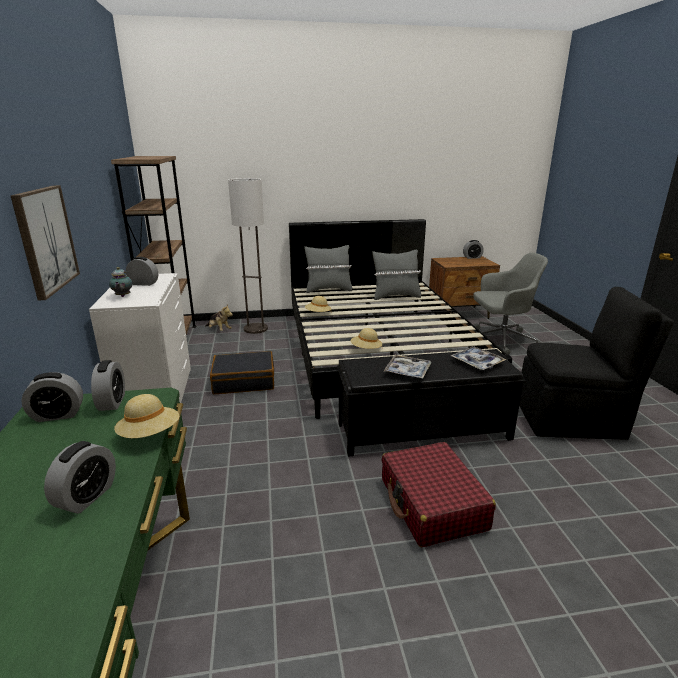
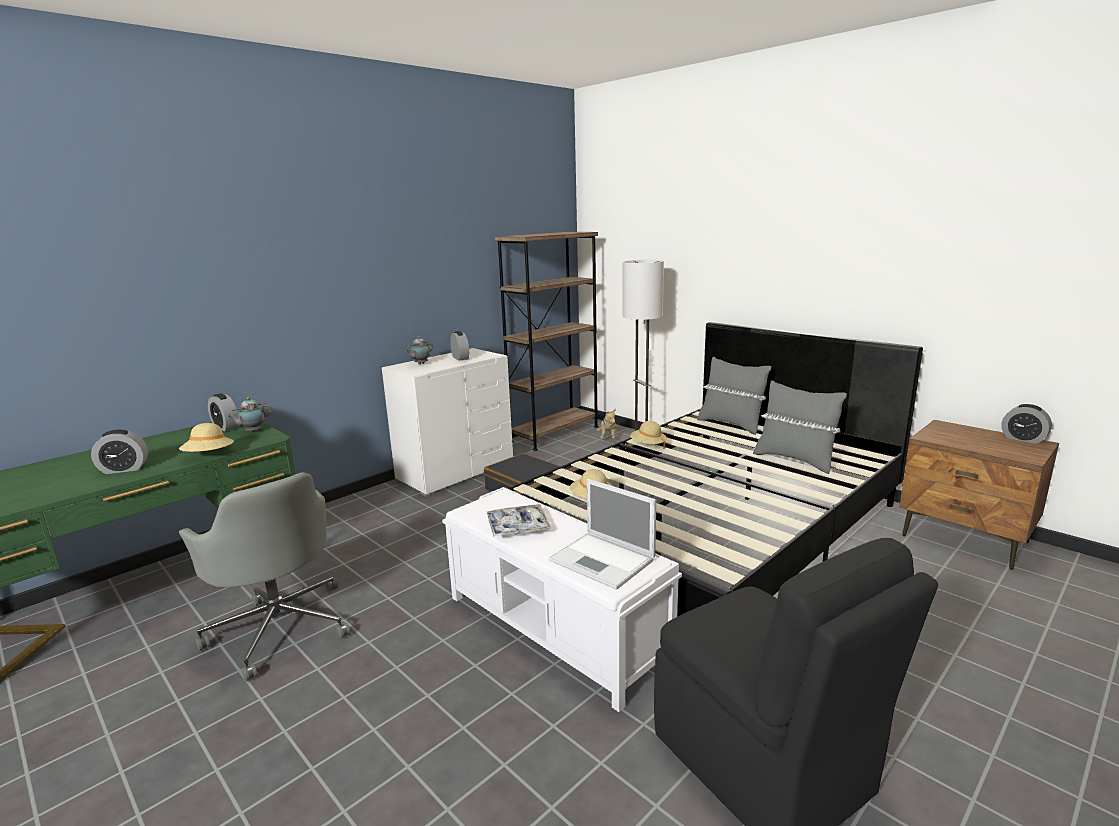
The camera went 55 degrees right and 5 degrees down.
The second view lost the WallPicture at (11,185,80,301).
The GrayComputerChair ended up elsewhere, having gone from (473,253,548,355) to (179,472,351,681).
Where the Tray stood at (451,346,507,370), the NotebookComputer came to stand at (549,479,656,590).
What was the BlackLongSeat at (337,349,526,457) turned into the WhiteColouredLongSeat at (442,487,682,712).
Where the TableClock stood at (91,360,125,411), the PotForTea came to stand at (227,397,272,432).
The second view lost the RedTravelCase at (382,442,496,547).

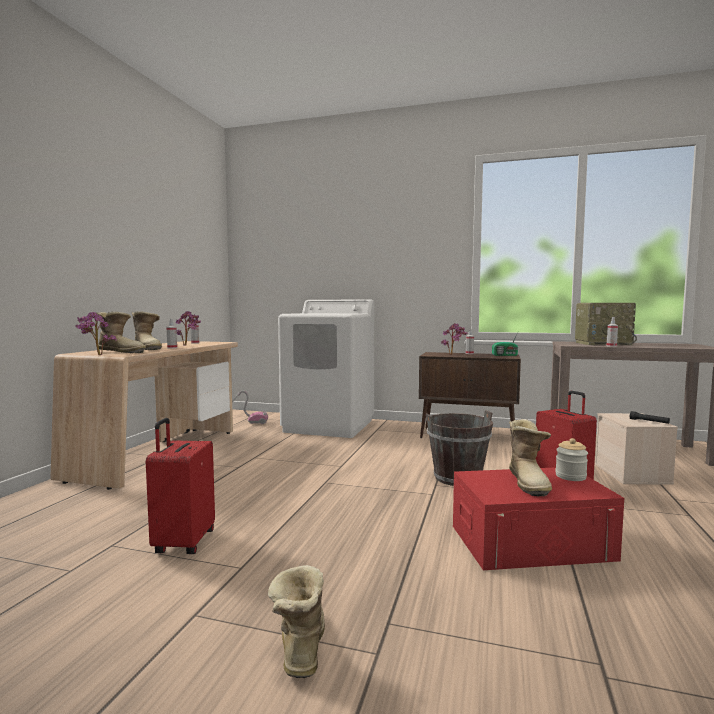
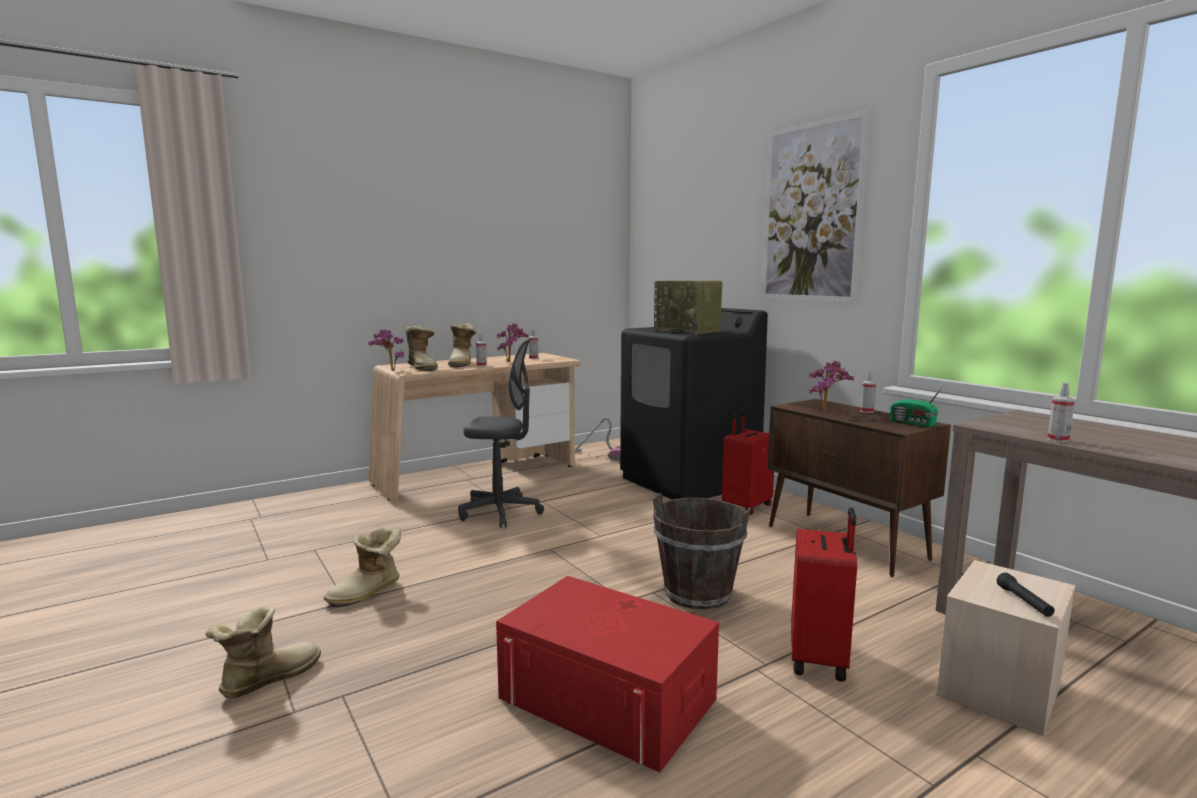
The camera went 40 degrees right and 5 degrees up.
What was the WhiteColouredLaundryMachine at (278,299,374,438) turned into the BlackLaundryMachine at (620,308,768,499).
The RadioReceiver ended up elsewhere, having gone from (575,303,637,345) to (654,280,722,335).
The RedTravelCase ended up elsewhere, having gone from (146,418,215,554) to (722,411,774,515).
The TallBoot ended up elsewhere, having gone from (509,419,552,496) to (324,527,401,607).
The second view lost the StorageJar at (555,438,588,481).
The second view gained the WallPicture at (761,110,870,303).
The second view gained the GrayComputerChair at (458,339,544,528).

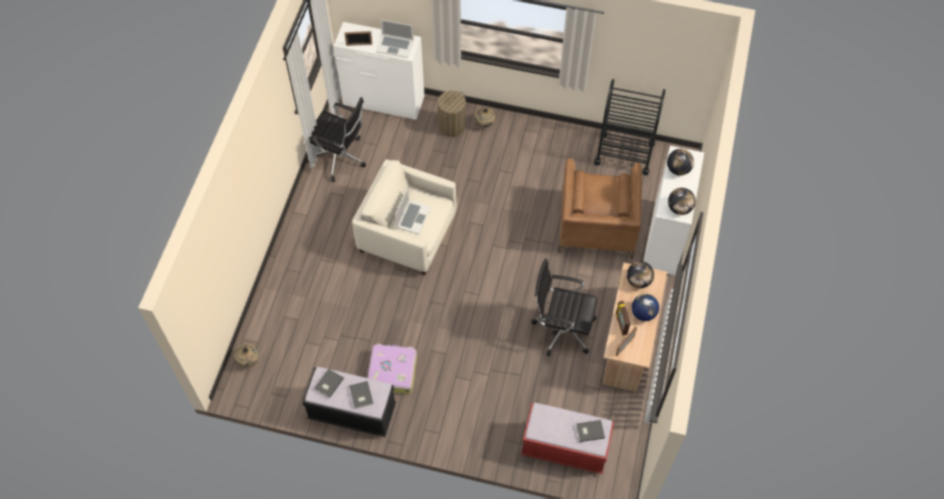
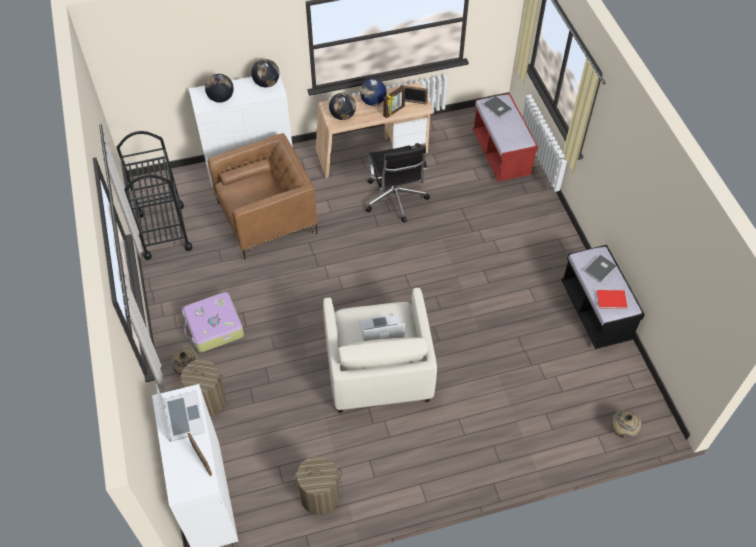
The camera went 120 degrees left and 5 degrees down.
Where the BlackComputerChair stood at (306,97,366,182), the WashingBasket came to stand at (292,456,342,515).
The TravelCase ended up elsewhere, having gone from (367,344,417,394) to (182,292,244,352).
What was the GrayBook at (314,369,344,398) turned into the RedBook at (597,290,627,309).

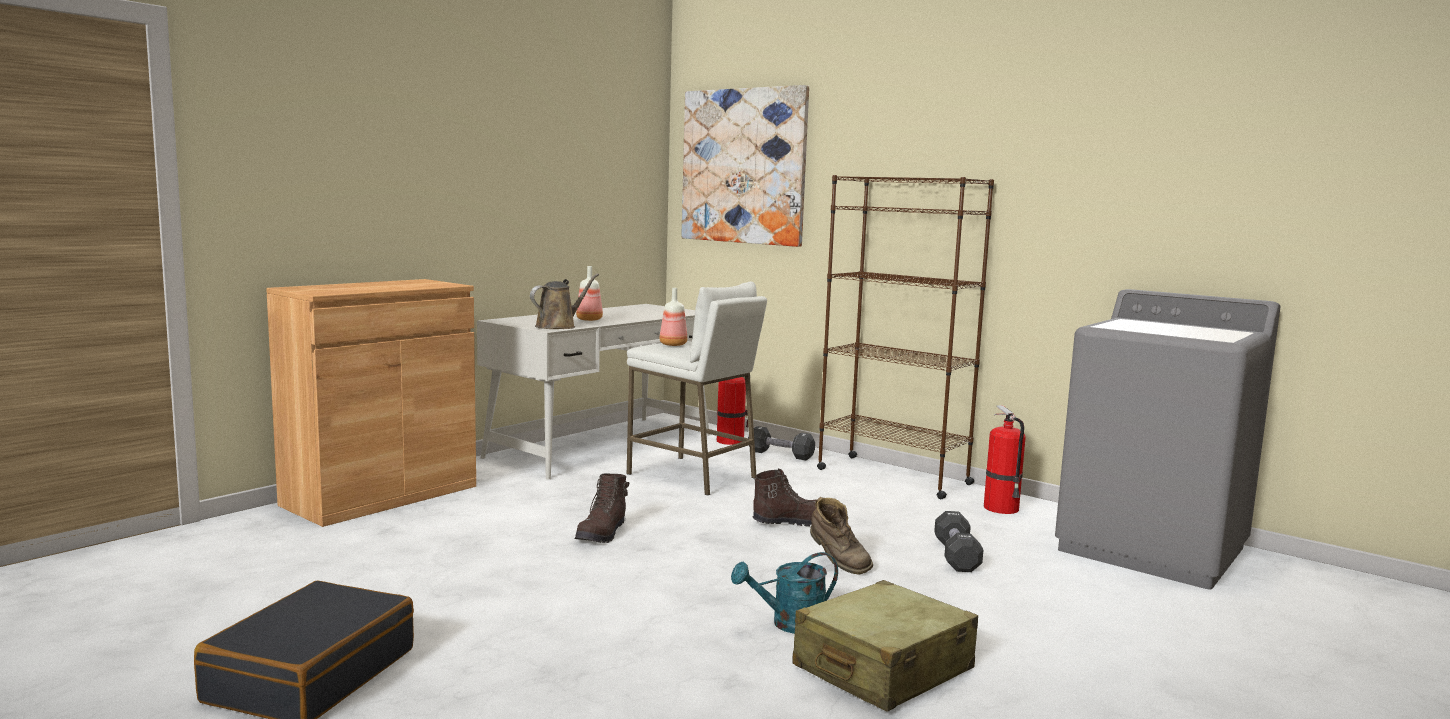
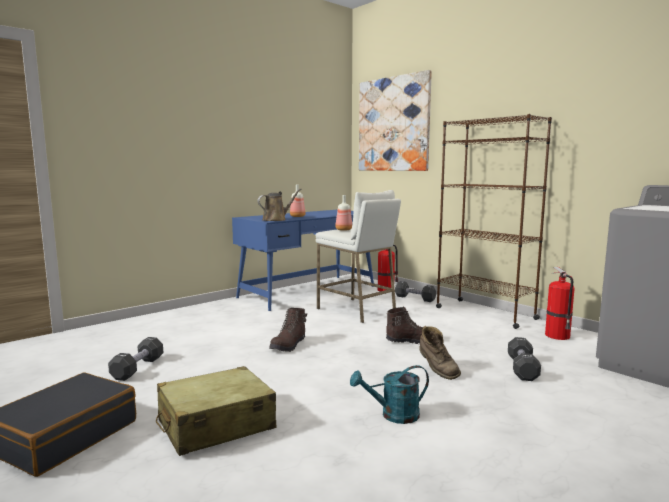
The camera went 10 degrees right and 0 degrees up.
The second view lost the BrownishStorageCabinet at (266,279,476,527).
What was the WhiteColouredDeskTable at (477,304,710,480) turned into the BluishDeskTable at (232,210,374,311).
The BeigeTravelCase ended up elsewhere, having gone from (792,580,978,712) to (156,366,276,456).
The second view gained the BlackHandWeight at (108,337,163,381).

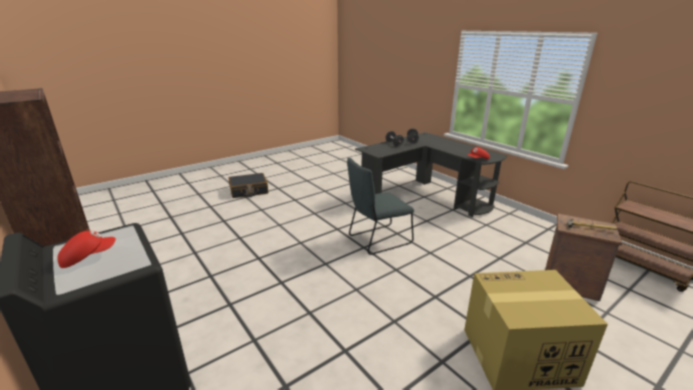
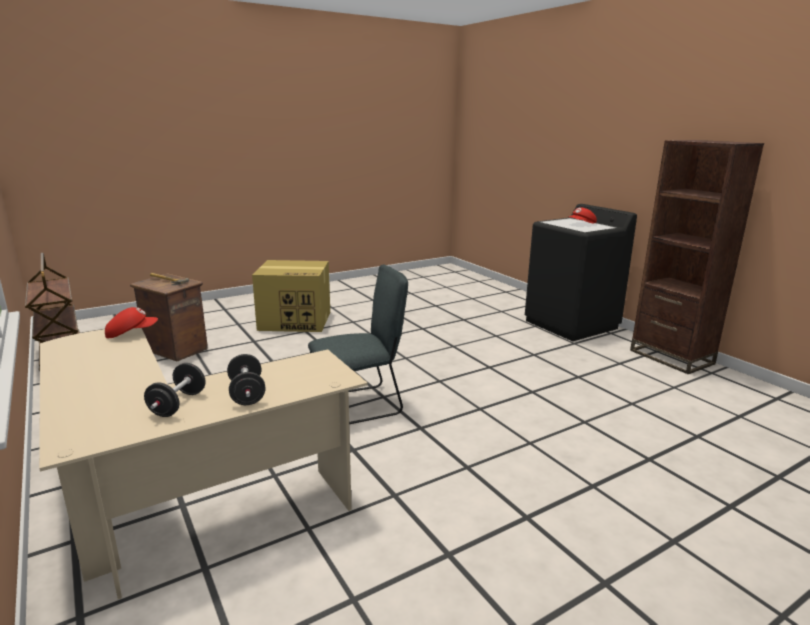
The camera went 175 degrees left and 5 degrees down.
What was the BlackDeskTable at (355,132,507,217) turned into the BeigeDeskTable at (39,328,368,599).
The second view lost the BlackTravelCase at (229,173,269,198).

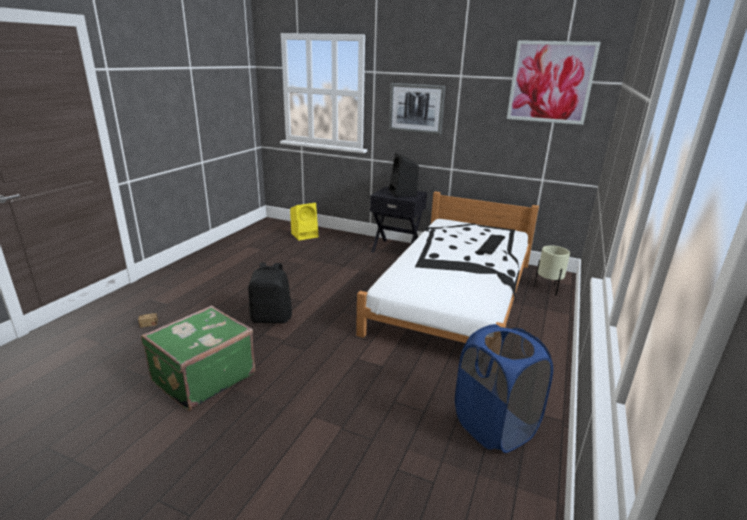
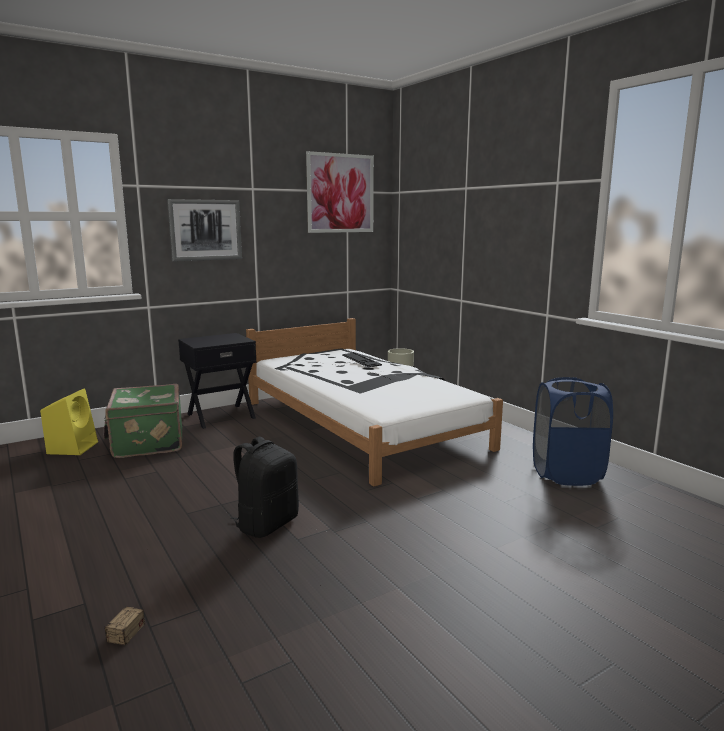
The camera went 55 degrees left and 10 degrees down.
The second view lost the BlackLoudspeaker at (389,153,419,197).
The GreenishTravelCase ended up elsewhere, having gone from (141,305,255,411) to (104,384,182,458).

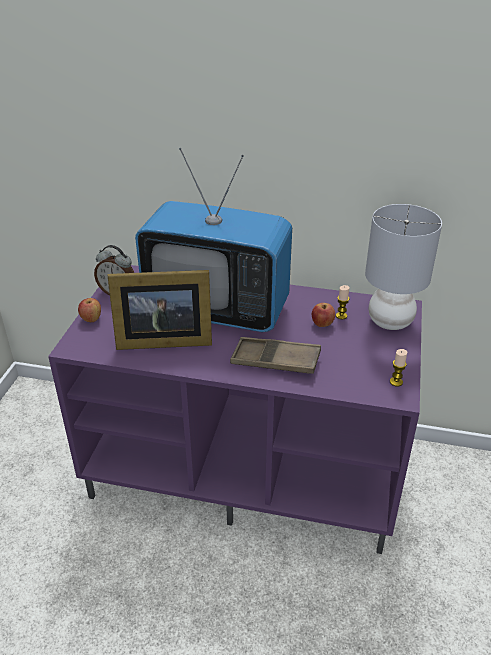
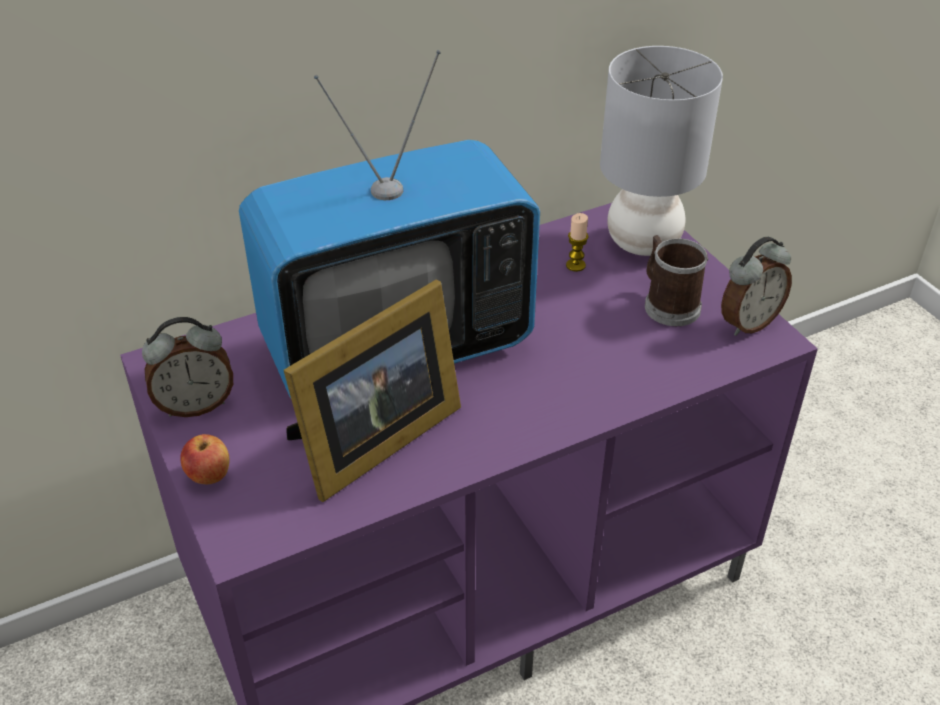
The camera went 40 degrees left and 5 degrees up.
The second view lost the AppleFruit at (312,303,335,327).
The second view lost the BrownishTray at (230,337,321,374).
Where the WaxCandle stood at (390,349,407,387), the TableClock came to stand at (721,237,792,336).
The second view gained the TeaMug at (645,235,708,326).

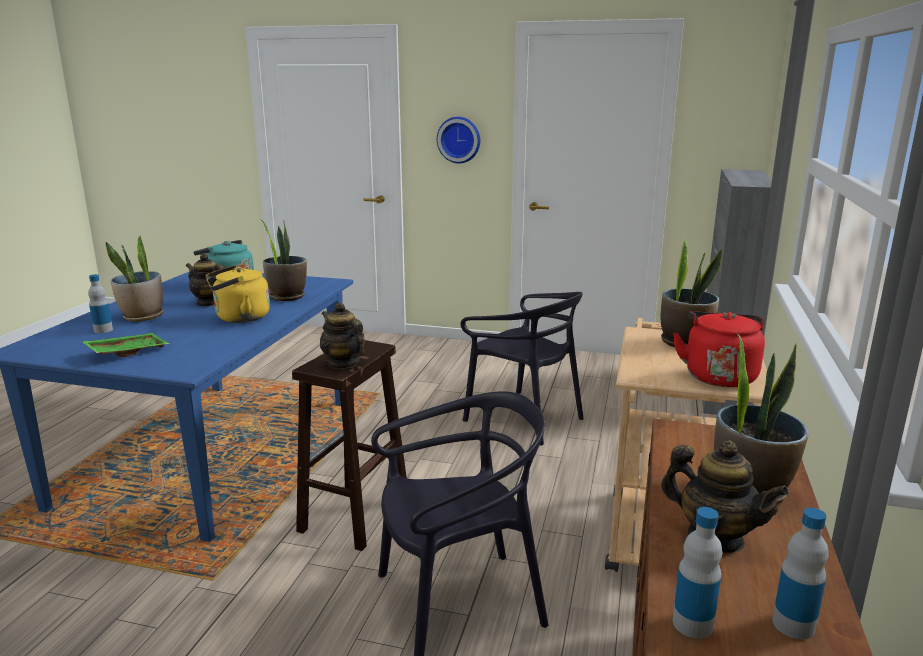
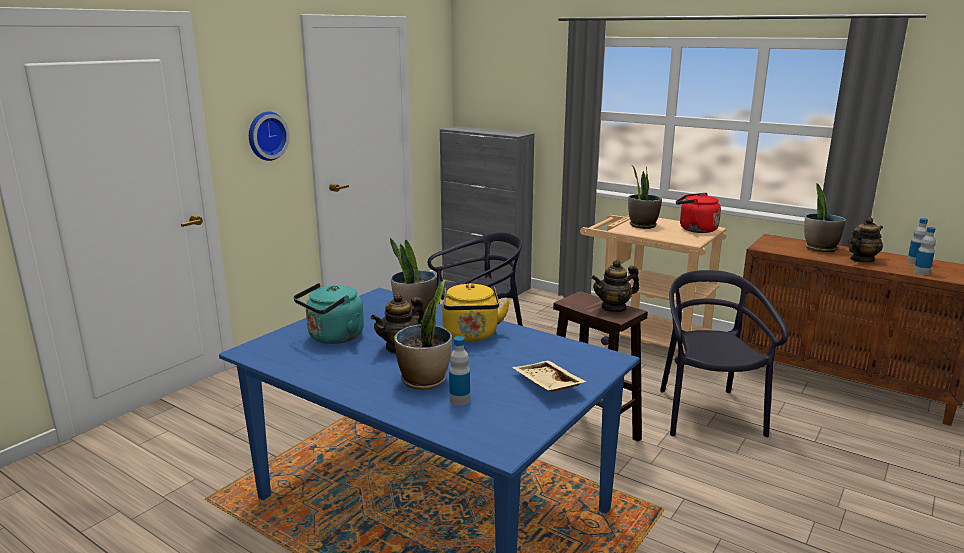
The camera went 70 degrees left and 0 degrees up.
What was the GreenishTray at (82,333,170,357) turned into the BeigeTray at (512,360,587,392).

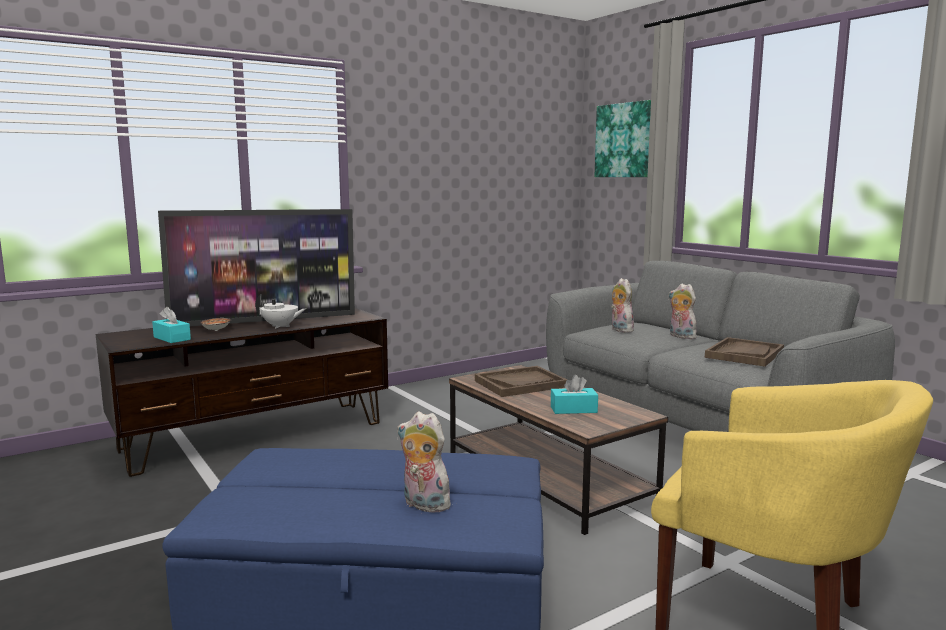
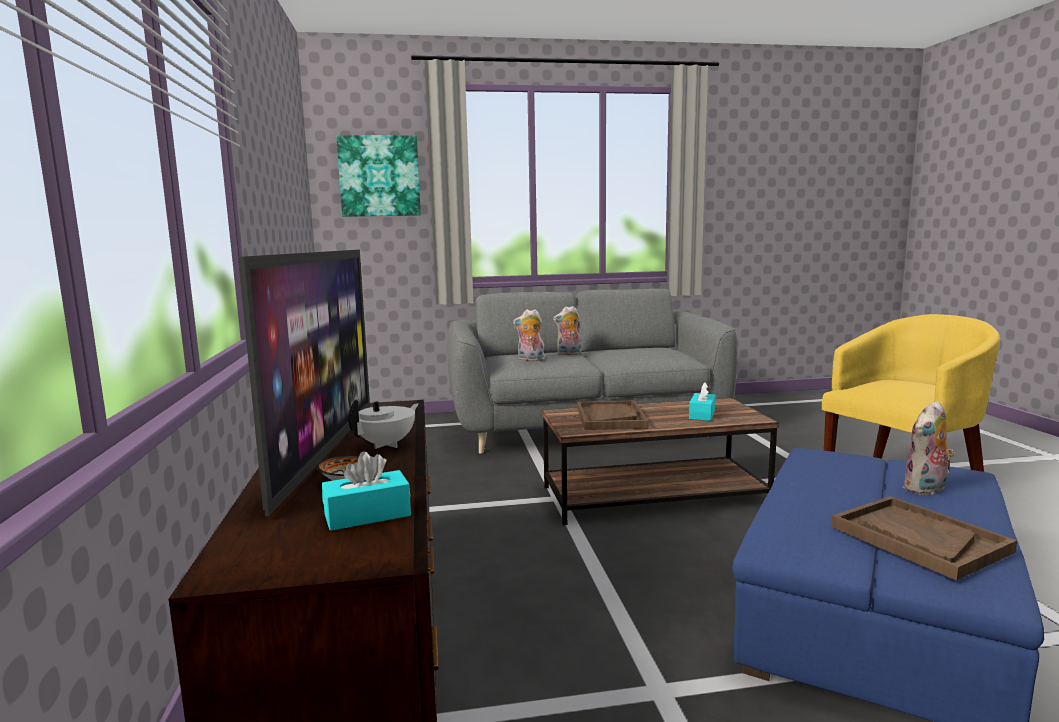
The camera went 65 degrees left and 0 degrees up.
The BrownishTray ended up elsewhere, having gone from (705,337,784,367) to (831,496,1017,581).

